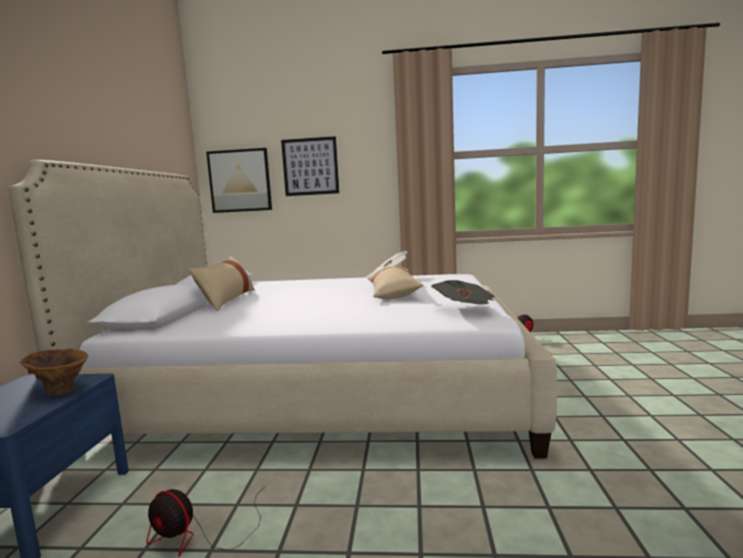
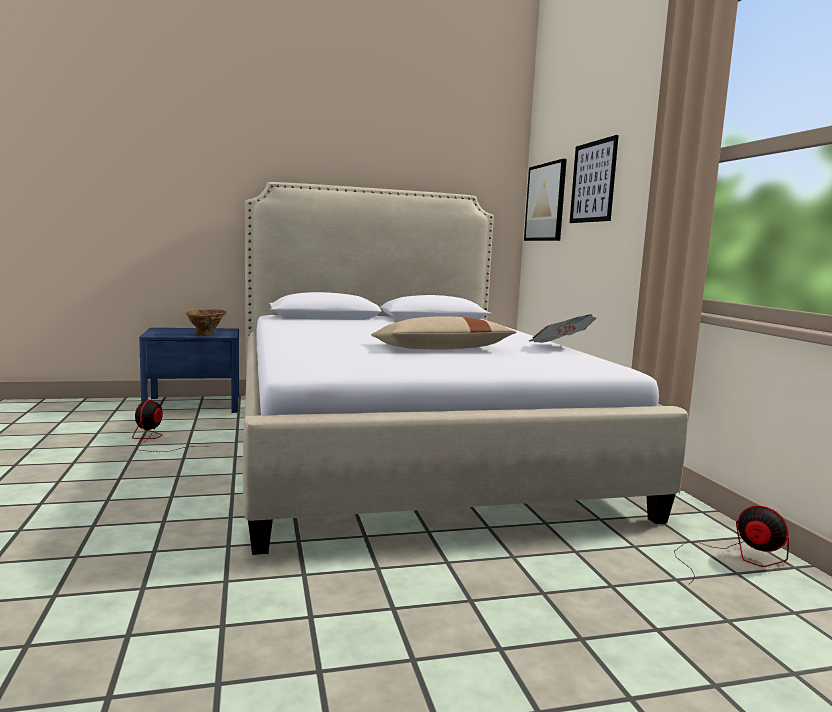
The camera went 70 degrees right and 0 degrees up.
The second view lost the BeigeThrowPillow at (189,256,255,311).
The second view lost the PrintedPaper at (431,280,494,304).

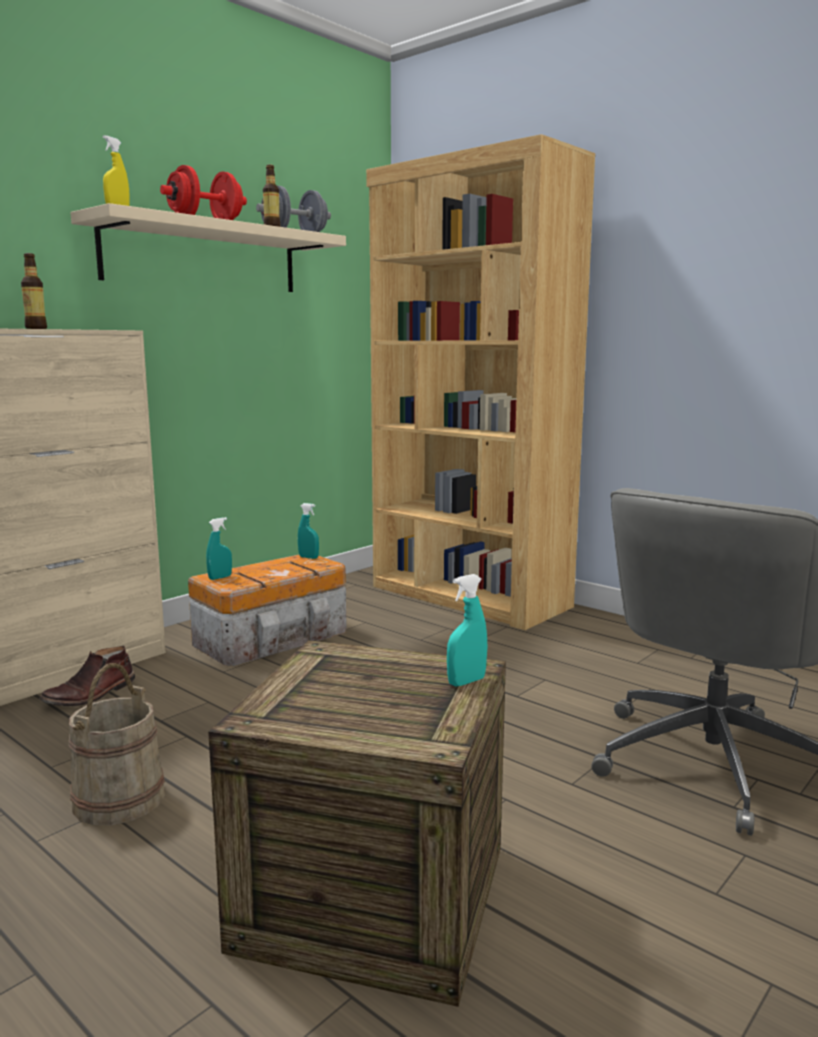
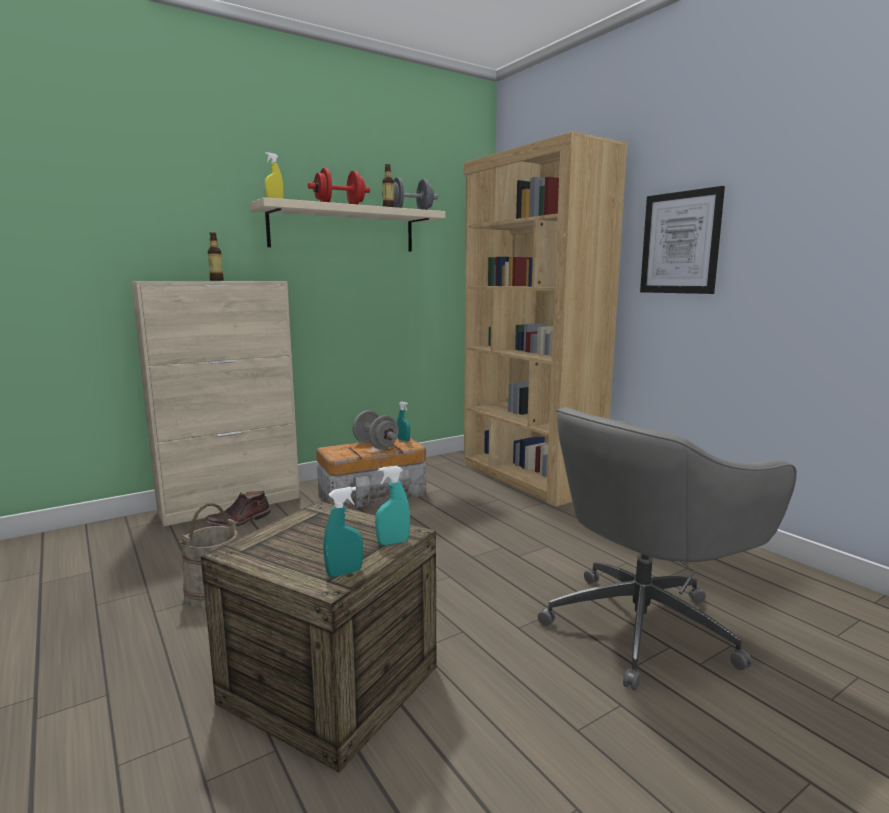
The camera went 15 degrees right and 0 degrees up.
The TurquoiseHandSprayer ended up elsewhere, having gone from (206,517,232,580) to (323,487,363,577).
The second view gained the WallPicture at (640,186,725,294).
The second view gained the GrayHandWeight at (353,410,398,449).

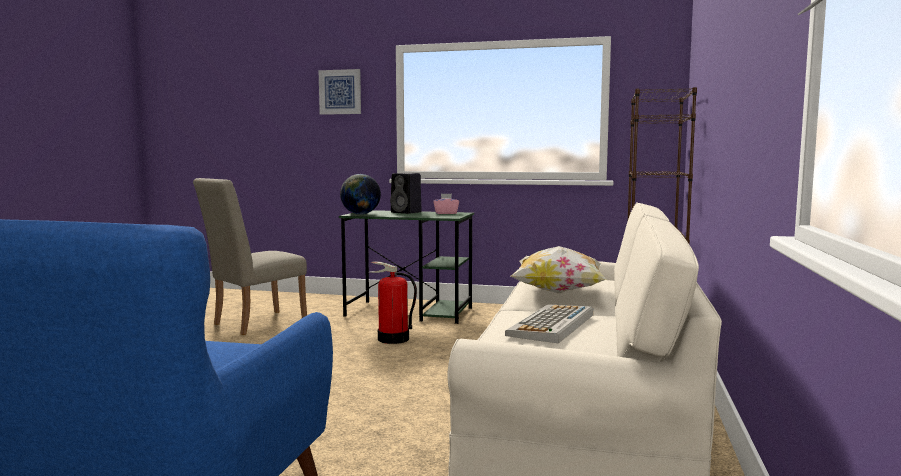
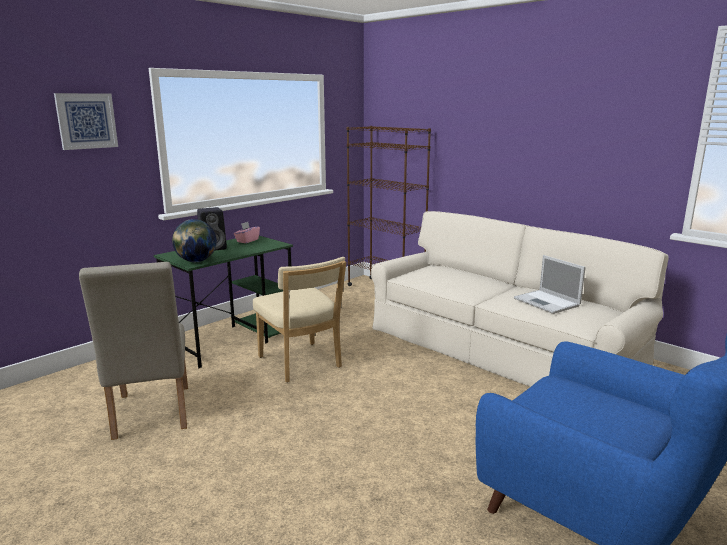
The camera went 60 degrees left and 10 degrees up.
The second view lost the ThrowPillow at (511,246,607,293).
Where the FireFightingCylinder stood at (370,261,417,344), the BeigeUprightChair came to stand at (253,257,346,382).
Where the Keyboard stood at (505,304,593,344), the NotebookComputer came to stand at (514,255,586,314).

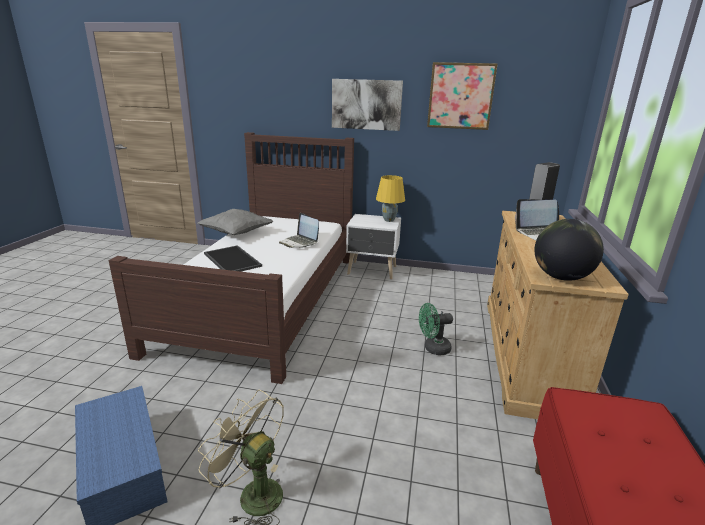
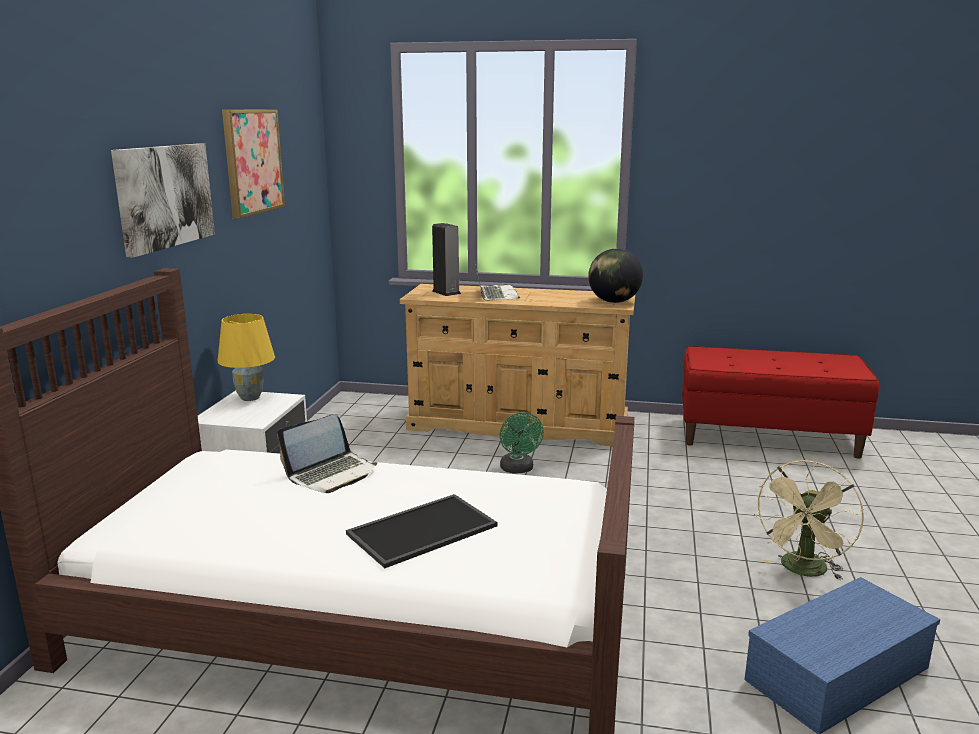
The camera went 90 degrees left and 5 degrees down.
The second view lost the GrayThrowPillow at (198,209,273,235).

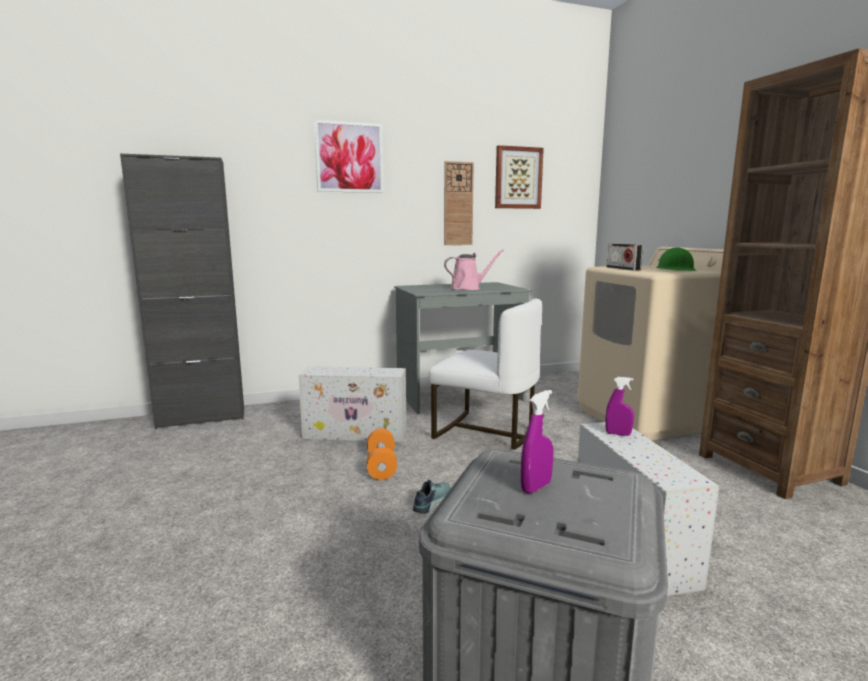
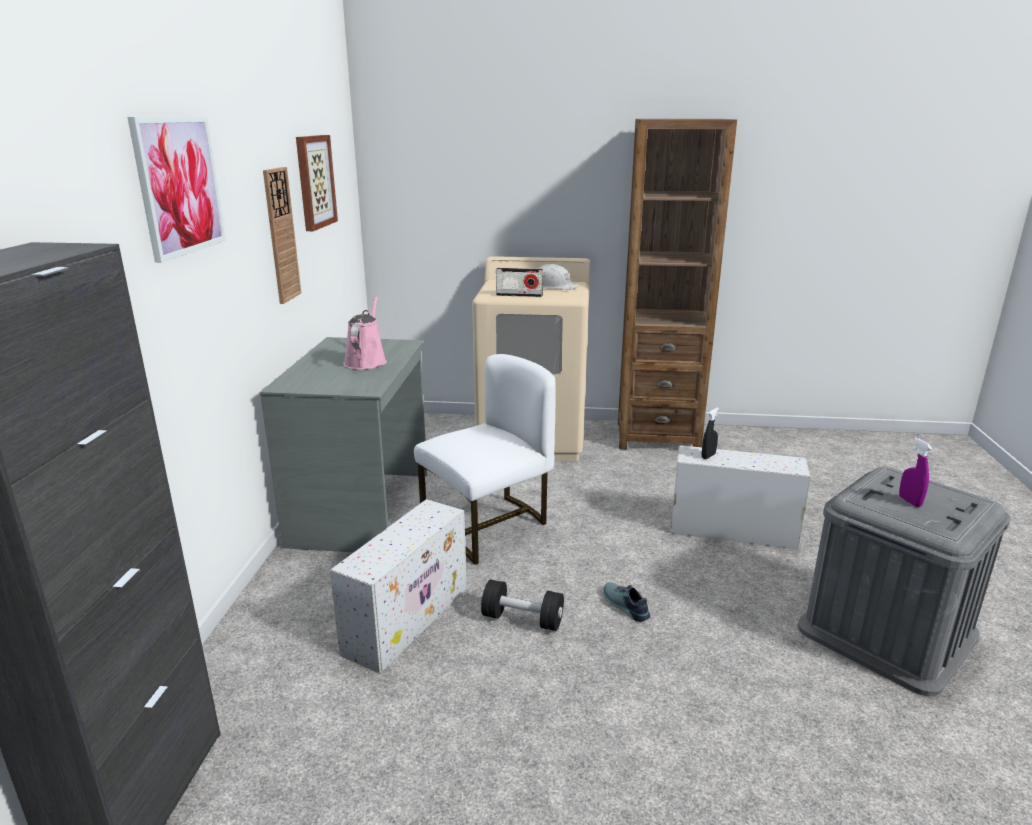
The camera went 65 degrees left and 10 degrees up.
What was the GreenishHardHat at (656,247,696,271) turned into the WhiteColouredHardHat at (538,264,579,290).
What was the PurpleHandSprayer at (605,377,634,436) turned into the BlackHandSprayer at (702,407,719,459).
What was the OrangeHandWeight at (367,429,397,480) turned into the BlackHandWeight at (481,580,564,631).

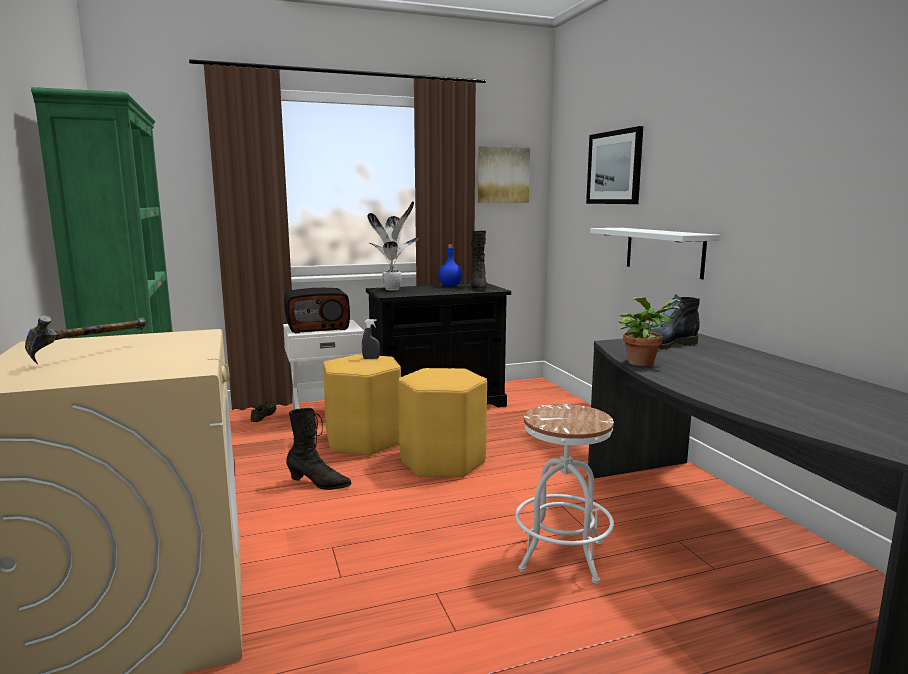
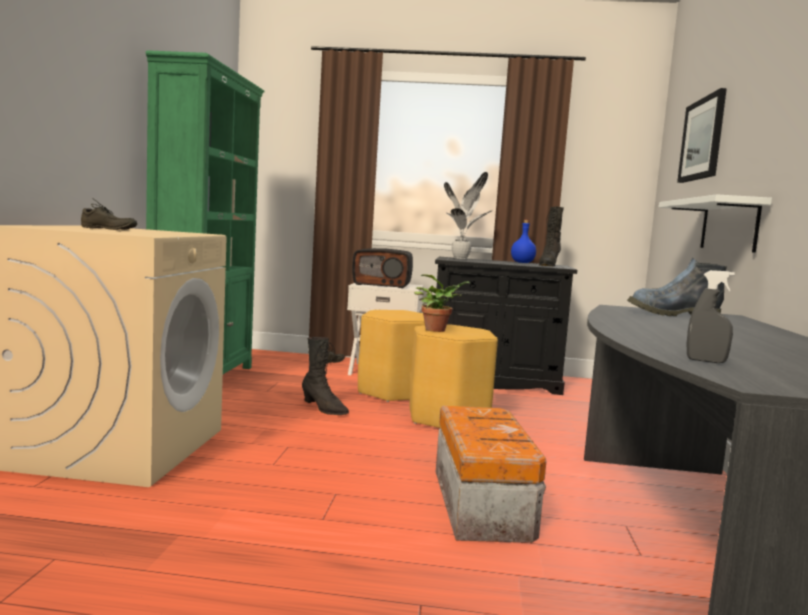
The camera went 25 degrees right and 5 degrees down.
The second view lost the WallPicture at (478,146,530,203).
The PottedPlant ended up elsewhere, having gone from (619,297,681,366) to (414,275,471,332).
Where the ToolHammer stood at (25,315,146,364), the GrayLowShoe came to stand at (81,198,137,230).
The GrayHandSprayer ended up elsewhere, having gone from (362,319,380,359) to (687,270,735,363).
Where the WhiteColouredStoolSeat stood at (515,404,614,584), the StorageContainer came to stand at (436,406,546,543).

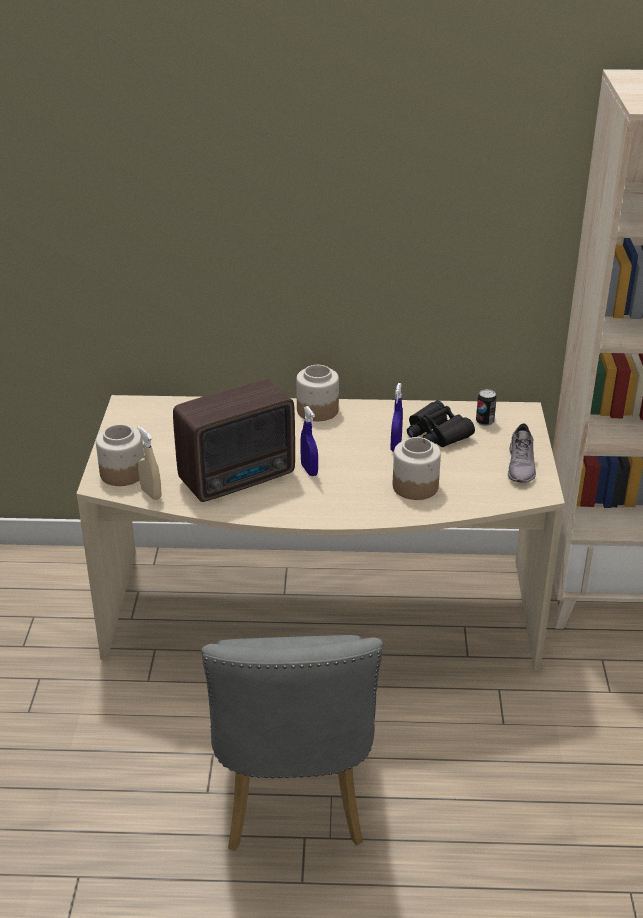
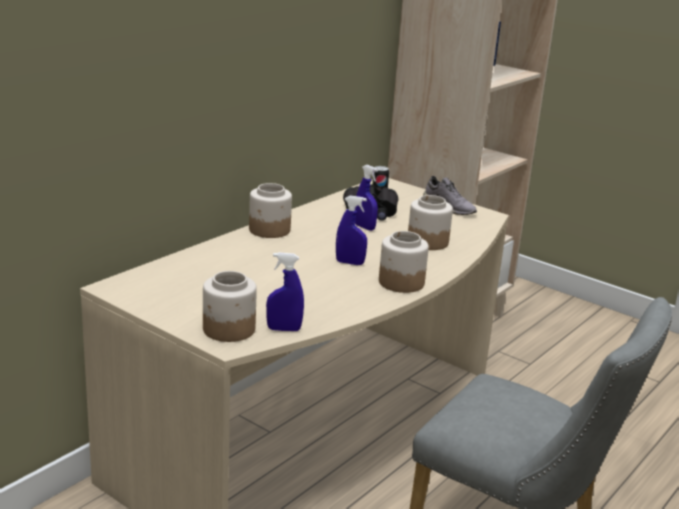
The camera went 55 degrees left and 10 degrees down.
The second view lost the RadioReceiver at (173,379,295,502).
What was the BeigeHandSprayer at (137,426,161,500) turned into the BluishHandSprayer at (266,252,304,331).
The second view gained the StorageJar at (379,231,429,293).

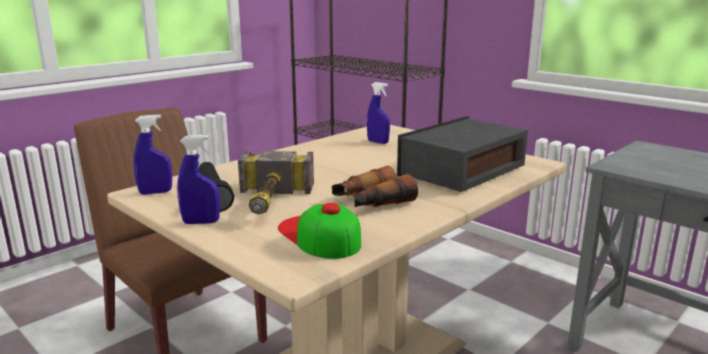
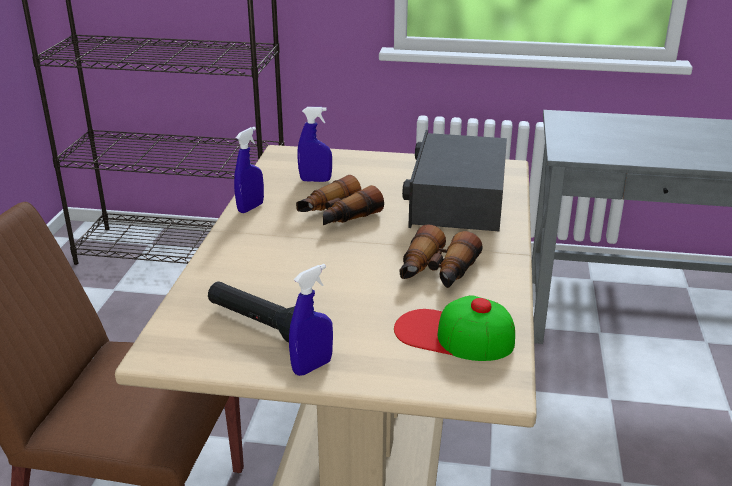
The camera went 35 degrees left and 10 degrees up.
The BluishHandSprayer ended up elsewhere, having gone from (133,115,172,195) to (234,127,264,213).
The second view lost the ToolHammer at (238,151,314,214).
The second view gained the Binoculars at (296,175,384,225).

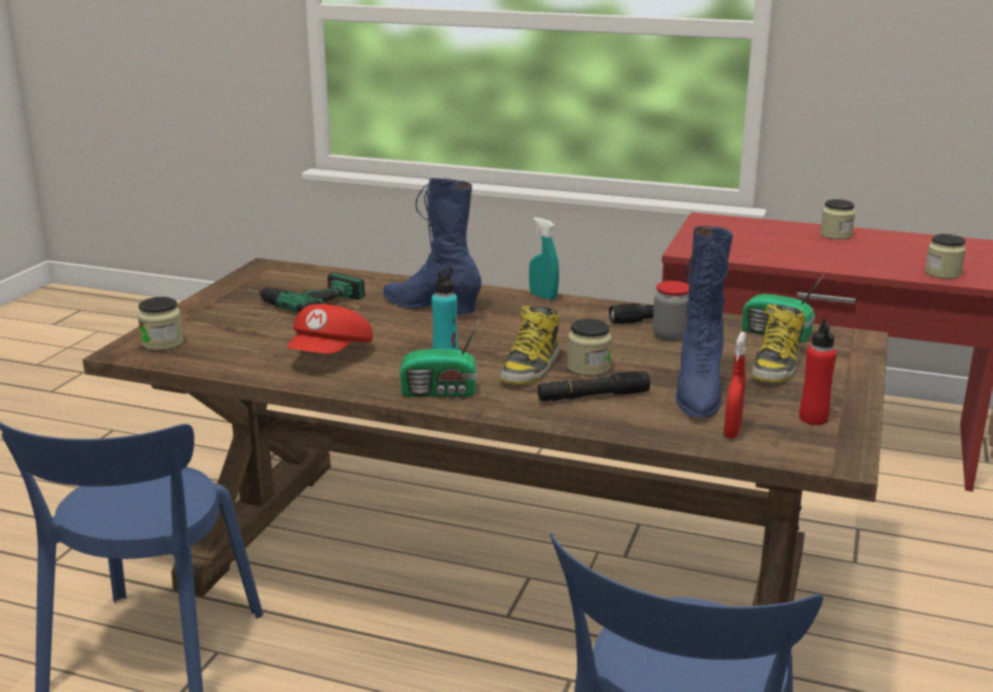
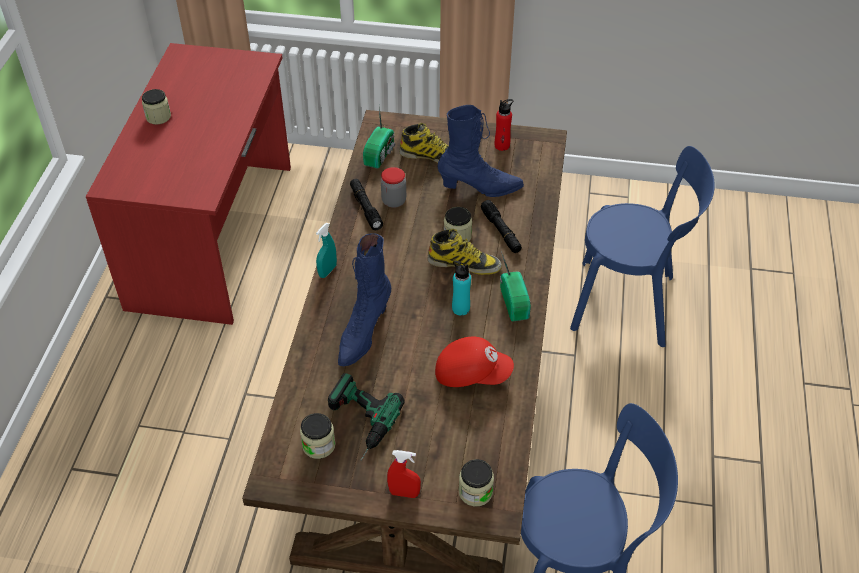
The camera went 100 degrees left and 25 degrees up.
The StorageJar ended up elsewhere, having gone from (925,234,966,279) to (300,413,335,459).
The RedHandSprayer ended up elsewhere, having gone from (724,332,746,439) to (387,450,421,498).

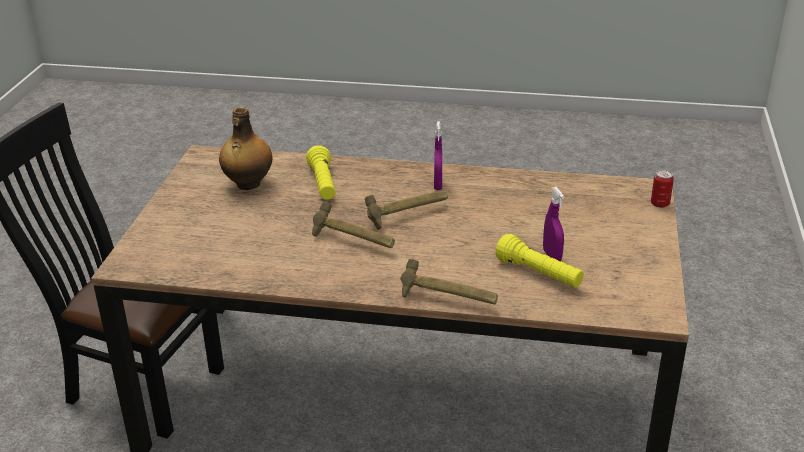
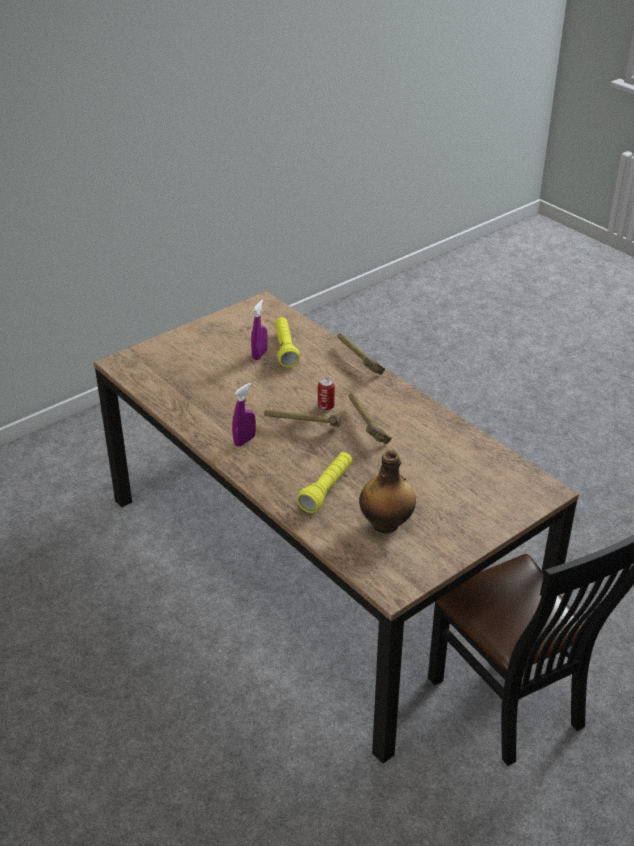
The camera went 140 degrees left and 5 degrees up.
The MetalCan ended up elsewhere, having gone from (651,170,674,208) to (318,378,335,411).

